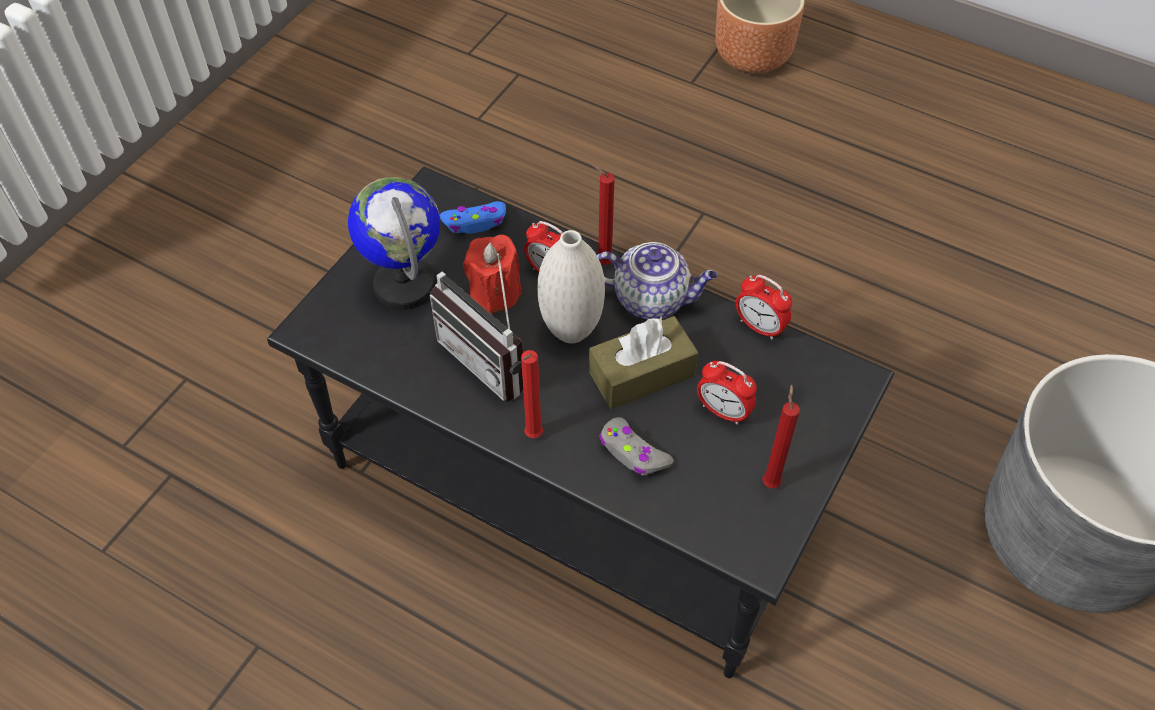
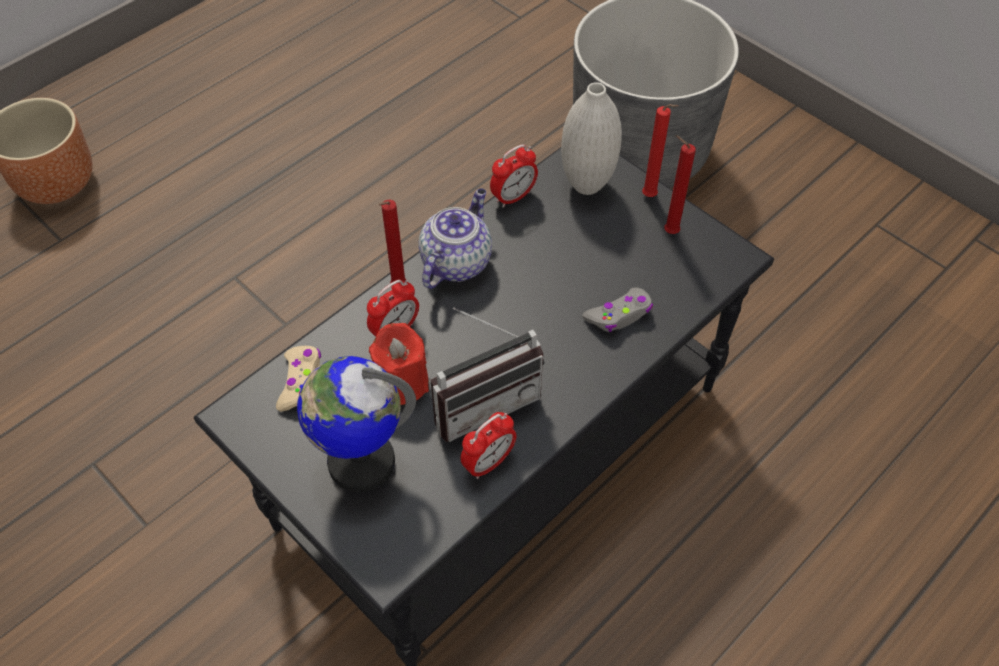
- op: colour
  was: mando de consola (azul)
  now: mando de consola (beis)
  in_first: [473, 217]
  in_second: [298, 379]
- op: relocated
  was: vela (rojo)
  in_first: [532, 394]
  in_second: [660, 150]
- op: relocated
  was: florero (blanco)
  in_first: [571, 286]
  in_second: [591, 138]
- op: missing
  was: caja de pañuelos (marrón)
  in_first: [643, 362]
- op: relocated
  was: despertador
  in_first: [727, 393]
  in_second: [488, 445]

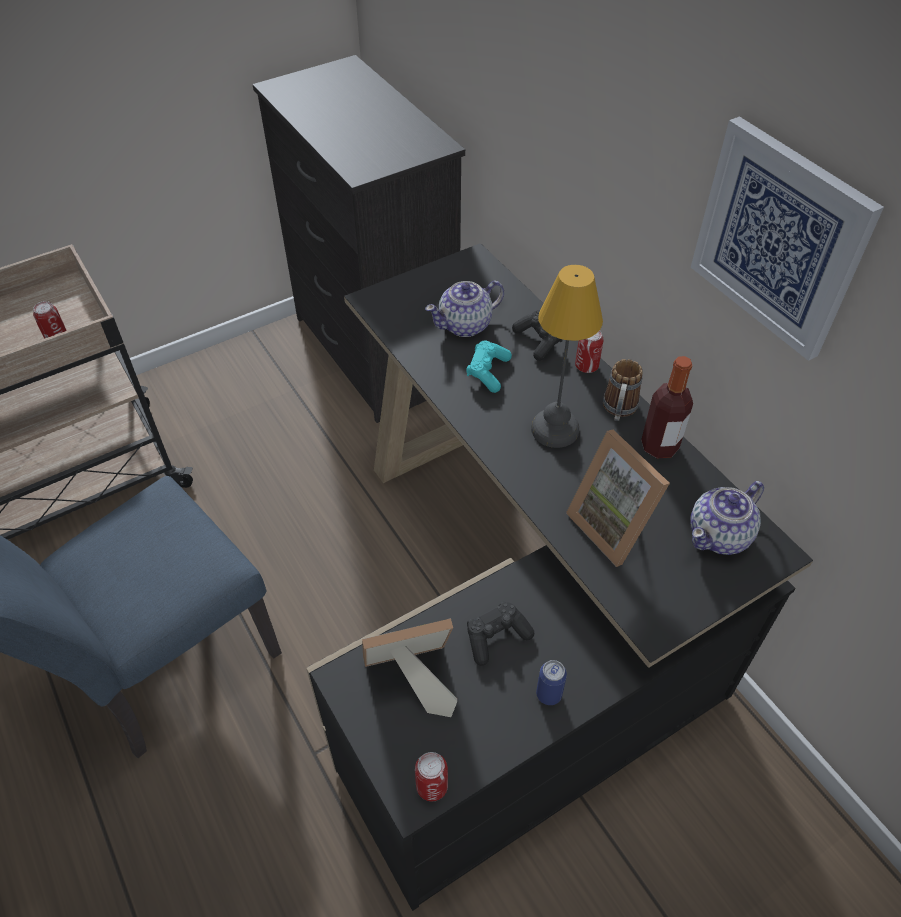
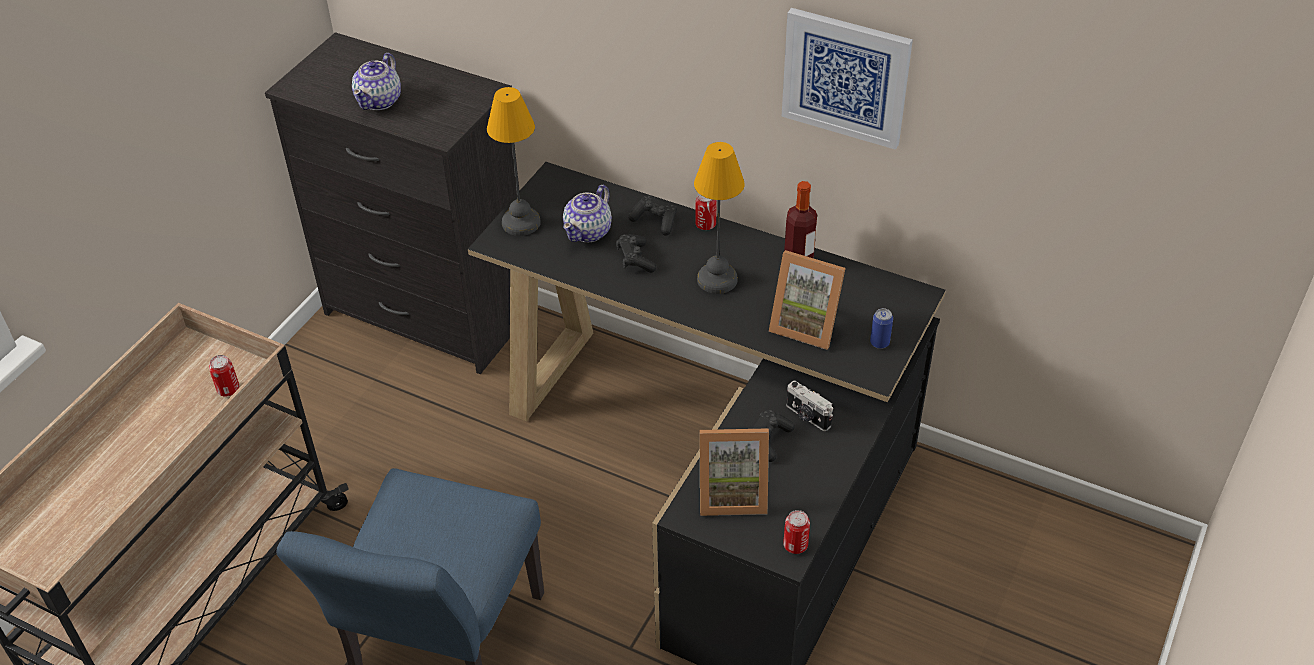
- op: spun
  was: portarretratos
  in_first: [409, 667]
  in_second: [734, 472]
  clockwise: -135
- op: colour
  was: mando de consola (turquesa)
  now: mando de consola (negro)
  in_first: [489, 366]
  in_second: [636, 253]
- op: relocated
  was: lata
  in_first: [551, 682]
  in_second: [881, 328]
- op: missing
  was: taza grande
  in_first: [622, 390]
- op: relocated
  was: tetera
  in_first: [727, 518]
  in_second: [376, 81]
- op: appeared
  now: lámpara de mesa
  in_second: [514, 161]
- op: appeared
  now: cámara
  in_second: [809, 406]

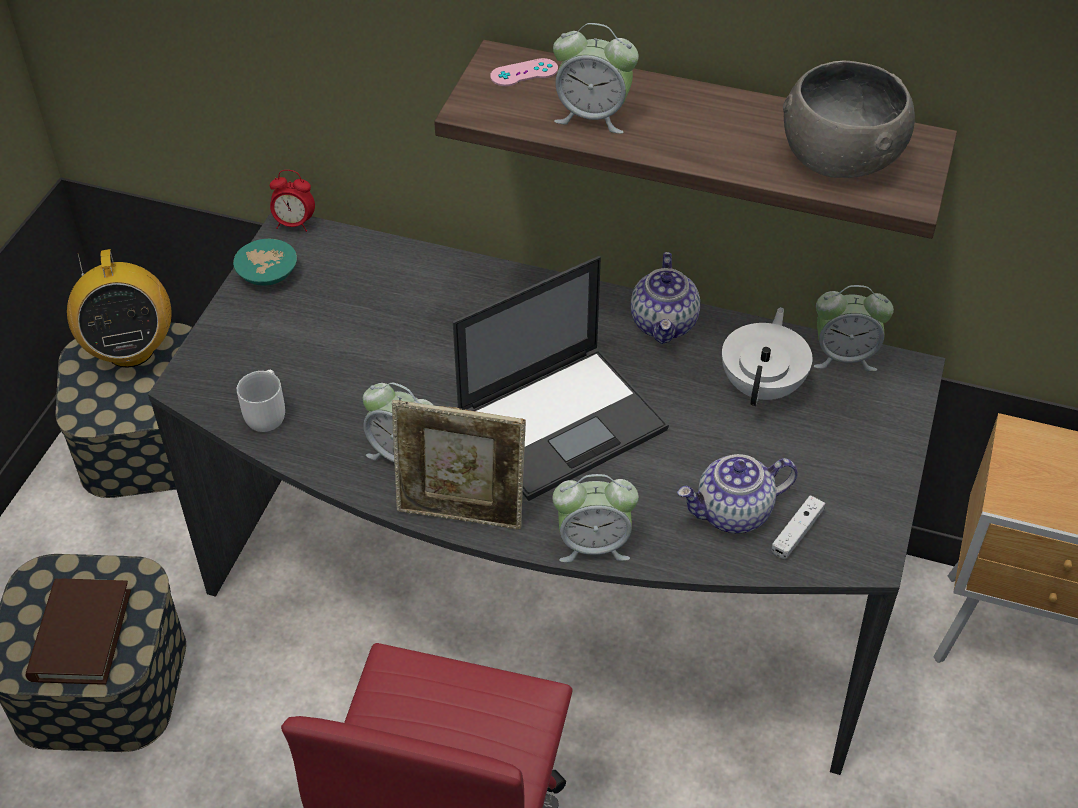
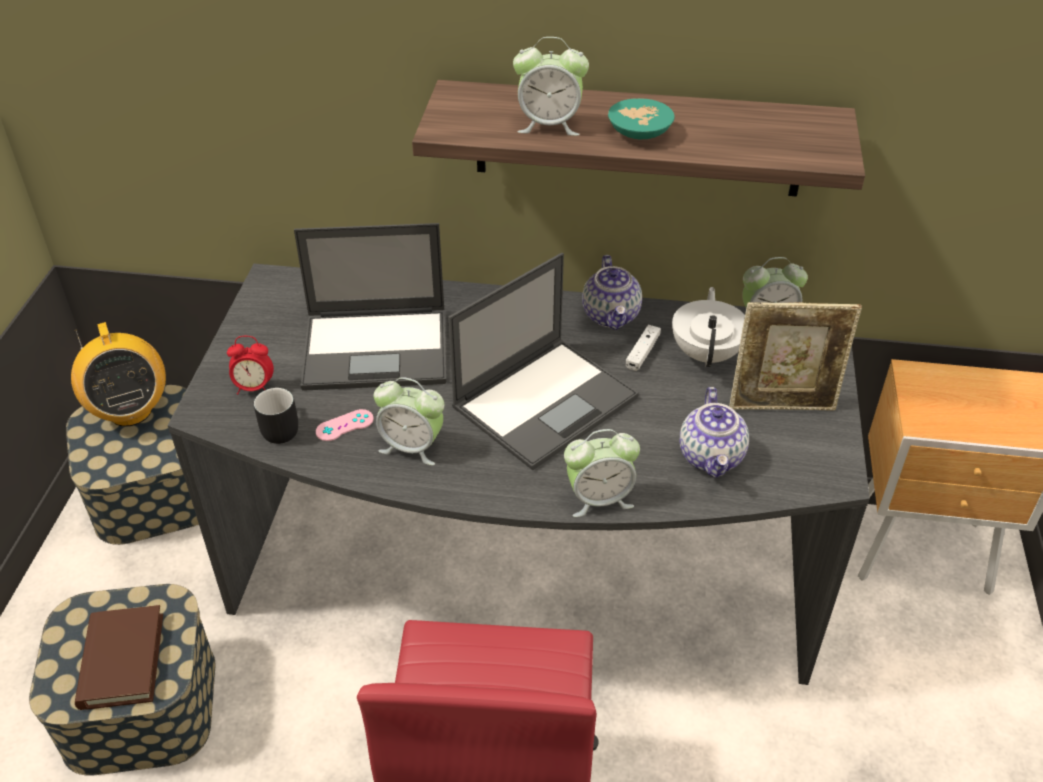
- op: relocated
  was: cuenco (turquesa)
  in_first: [265, 262]
  in_second: [641, 118]
- op: colour
  was: taza grande (blanco)
  now: taza grande (negro)
  in_first: [261, 401]
  in_second: [275, 416]
- op: relocated
  was: despertador
  in_first: [292, 201]
  in_second: [250, 365]
- op: relocated
  was: portarretratos
  in_first: [459, 465]
  in_second: [795, 356]
- op: relocated
  was: mando de consola (rosa)
  in_first: [524, 72]
  in_second: [345, 425]
- op: spun
  was: tetera
  in_first: [737, 493]
  in_second: [714, 432]
  clockwise: -60
- op: relocated
  was: mando de consola (blanco)
  in_first: [798, 527]
  in_second: [643, 348]
- op: missing
  was: cuenco (gris)
  in_first: [849, 119]
- op: appeared
  now: portátil
  in_second: [370, 307]

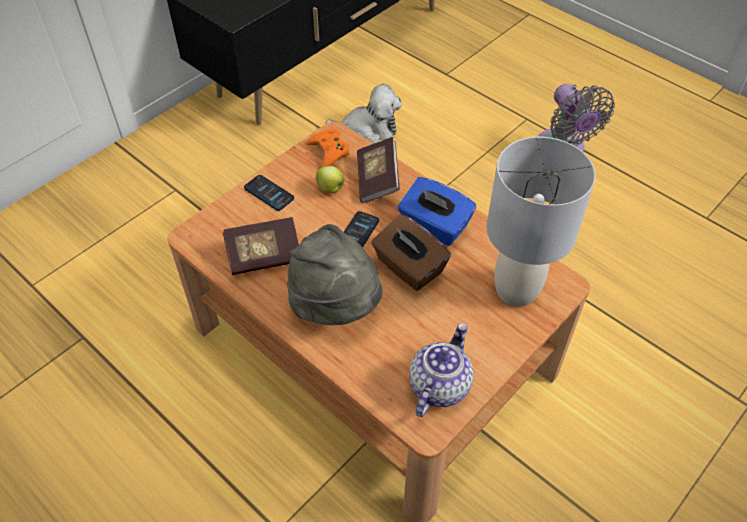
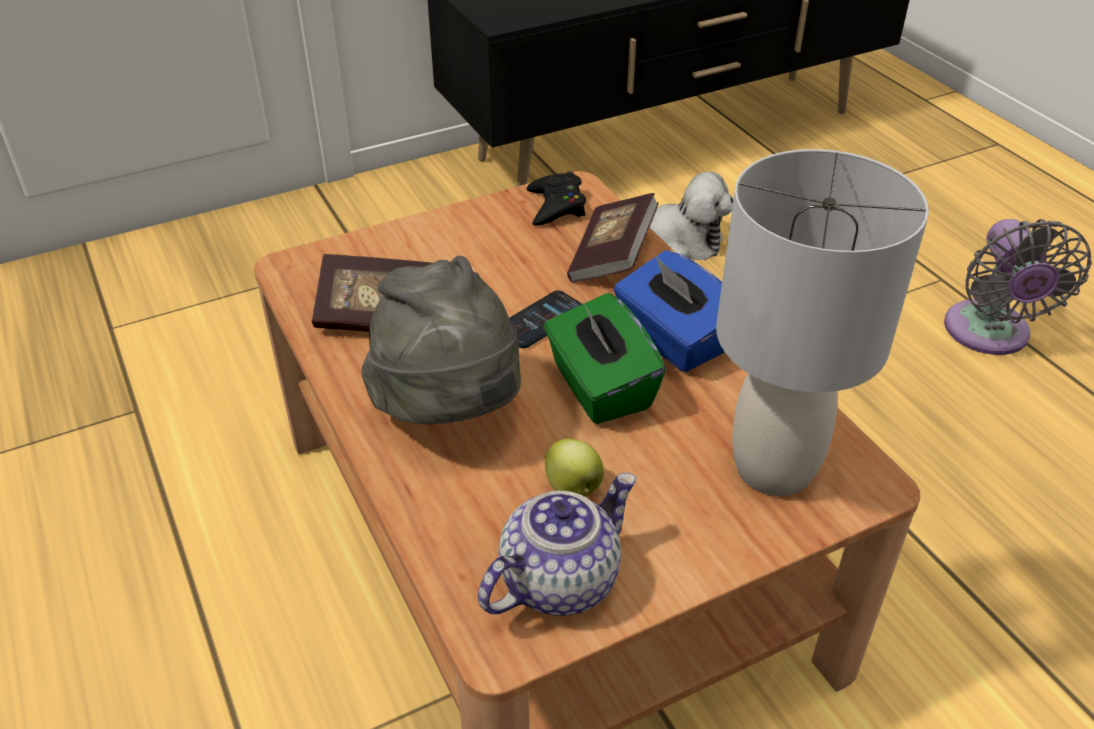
- op: missing
  was: móvil
  in_first: [269, 193]
- op: colour
  was: mando de consola (naranja)
  now: mando de consola (negro)
  in_first: [327, 148]
  in_second: [556, 199]
- op: relocated
  was: manzana
  in_first: [330, 179]
  in_second: [574, 467]
- op: colour
  was: caja de pañuelos (marrón)
  now: caja de pañuelos (verde)
  in_first: [411, 252]
  in_second: [605, 358]

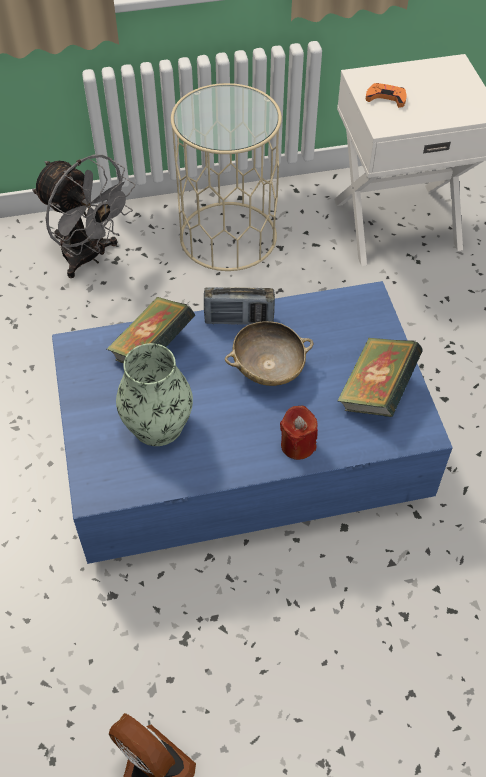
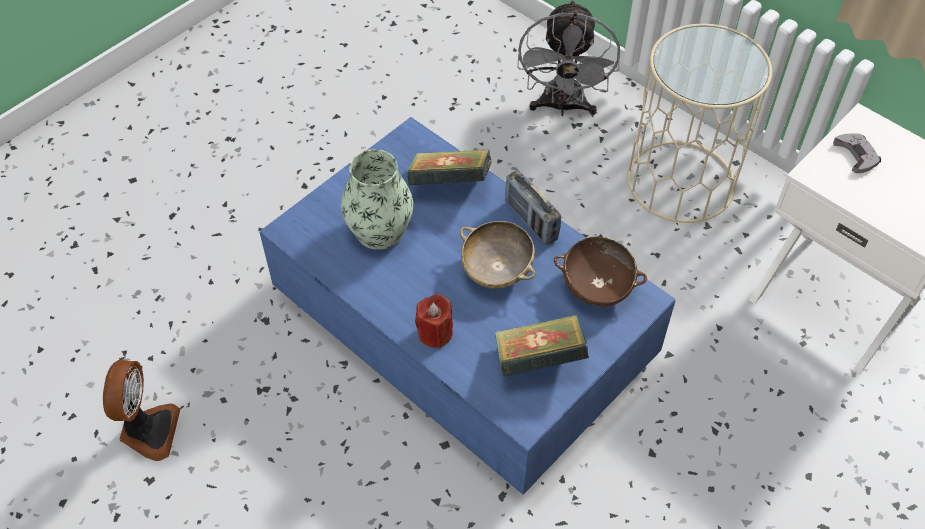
- op: colour
  was: mando de consola (naranja)
  now: mando de consola (gris)
  in_first: [386, 95]
  in_second: [857, 153]
- op: appeared
  now: cuenco (marrón)
  in_second: [600, 271]

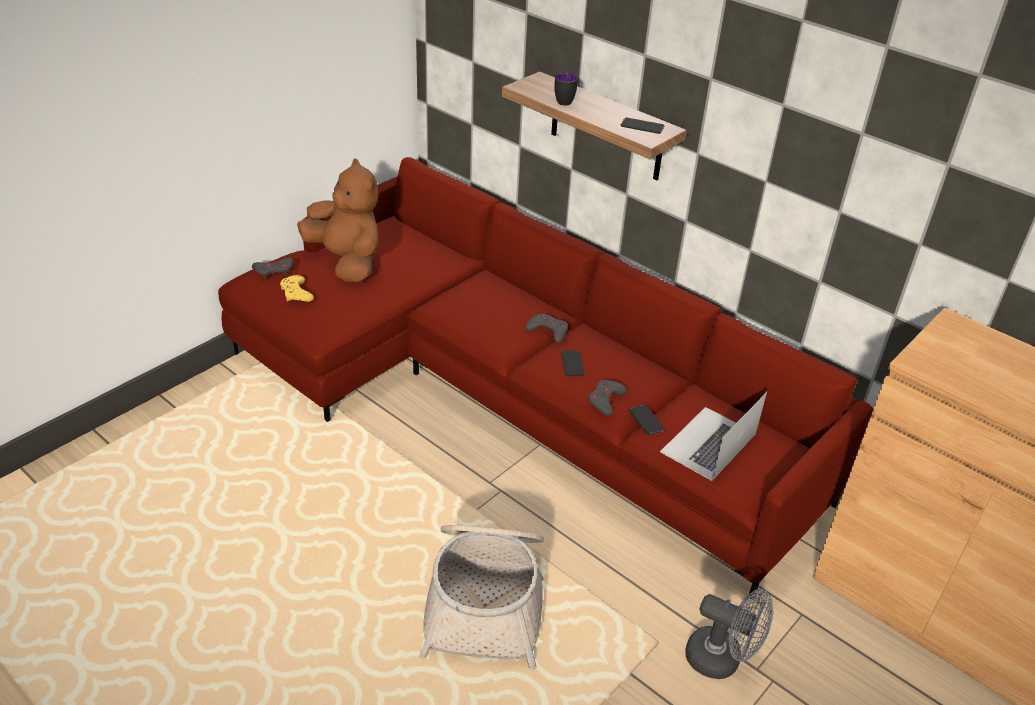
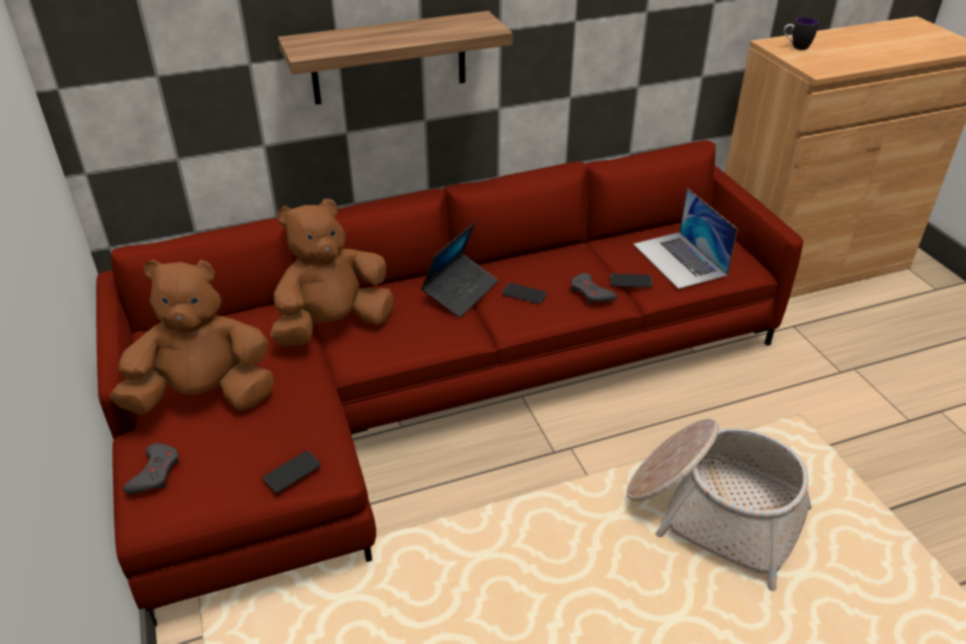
- op: missing
  was: mando de consola (amarillo)
  in_first: [297, 288]
- op: exchanged
  was: mando de consola (gris)
  now: portátil
  in_first: [546, 328]
  in_second: [459, 270]
- op: relocated
  was: taza grande
  in_first: [565, 89]
  in_second: [801, 33]
- op: relocated
  was: móvil
  in_first: [642, 126]
  in_second: [292, 472]
- op: missing
  was: ventilador (gris)
  in_first: [729, 634]
- op: appeared
  now: peluche (marrón)
  in_second: [332, 272]

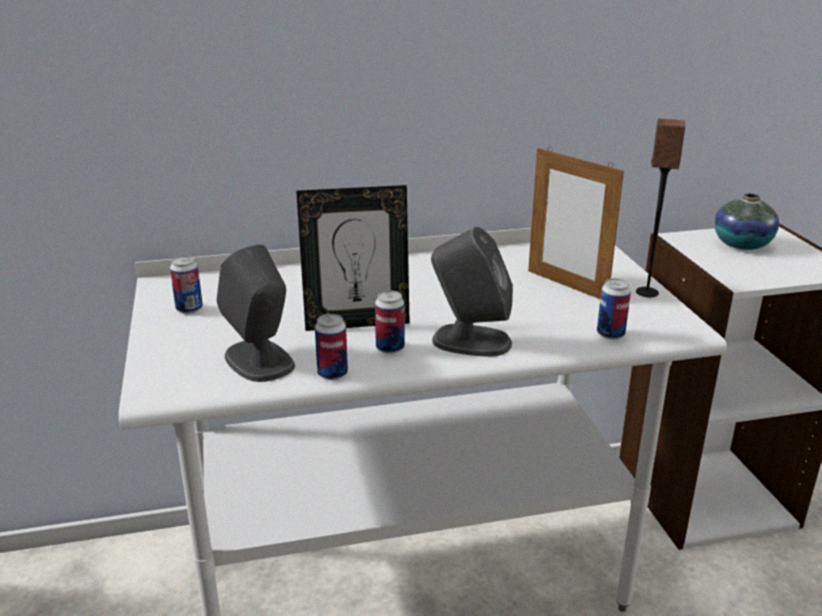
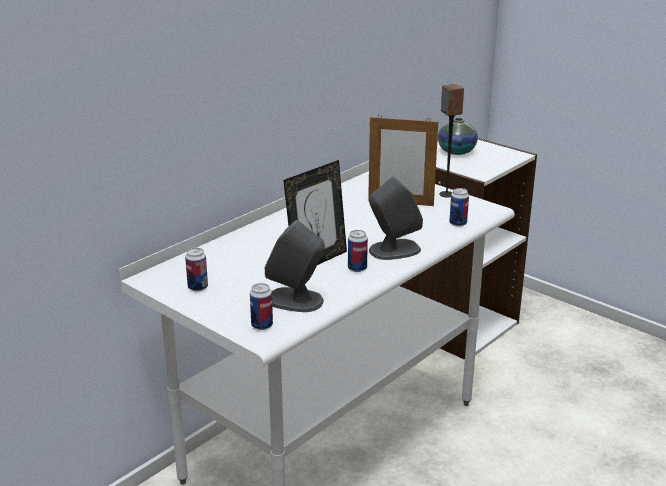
- op: relocated
  was: lata
  in_first: [331, 347]
  in_second: [261, 306]

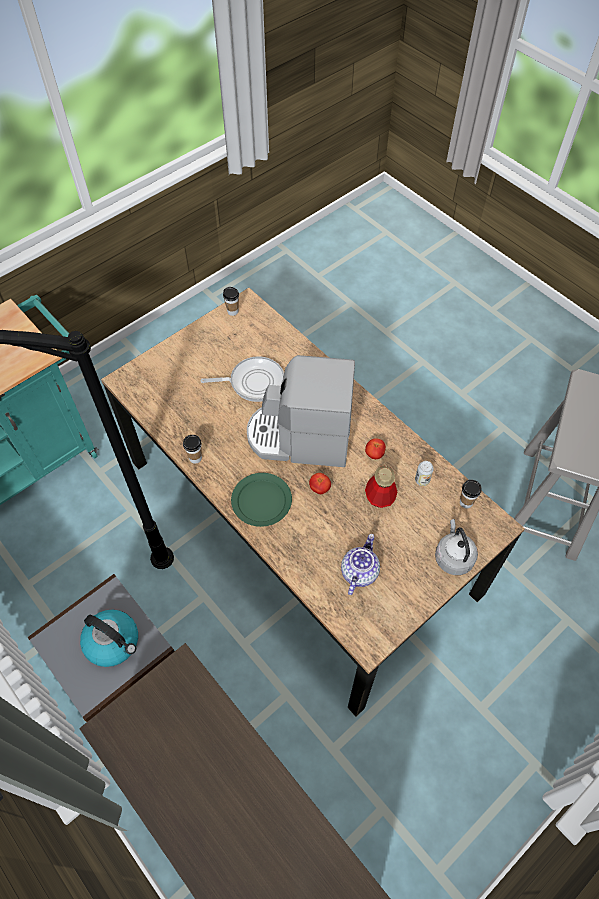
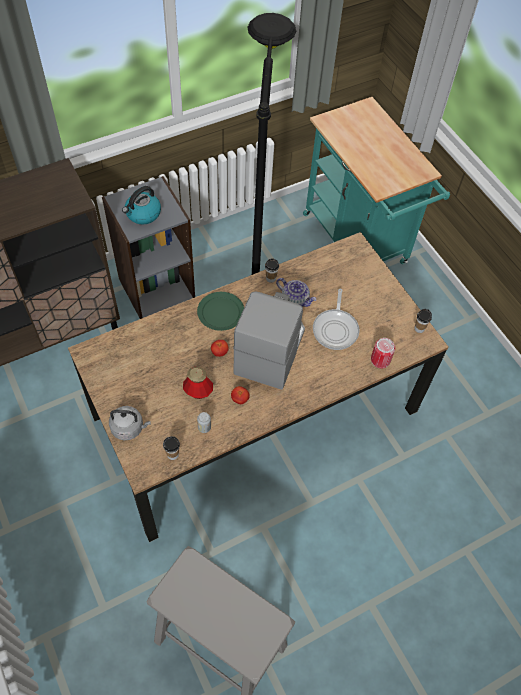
- op: relocated
  was: tetera
  in_first: [360, 564]
  in_second: [296, 292]
- op: appeared
  now: lata
  in_second: [383, 353]

